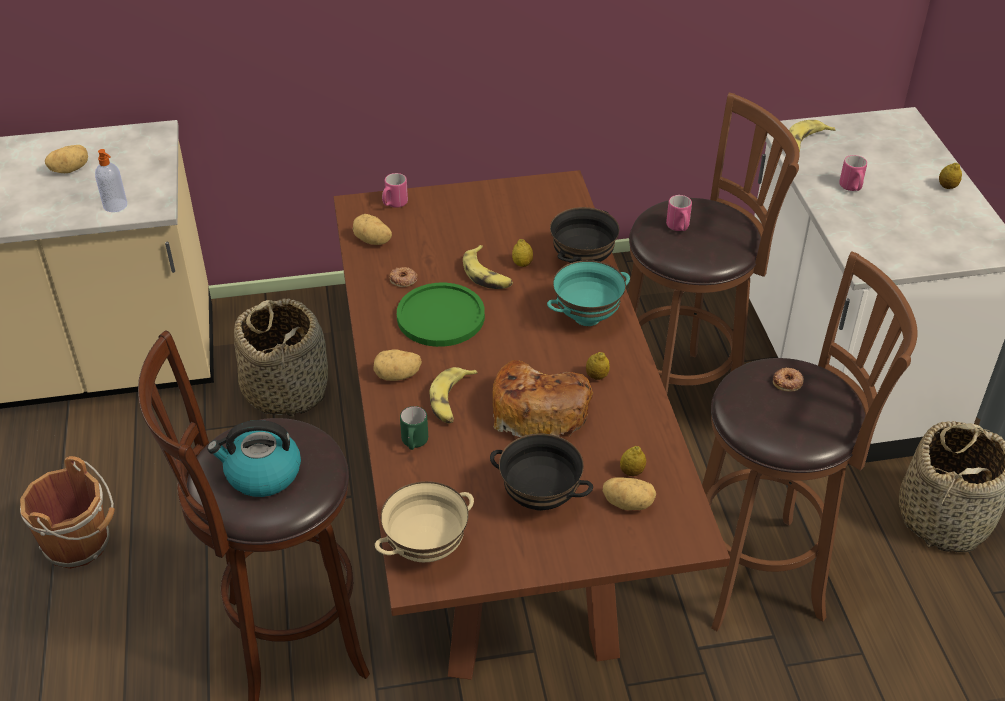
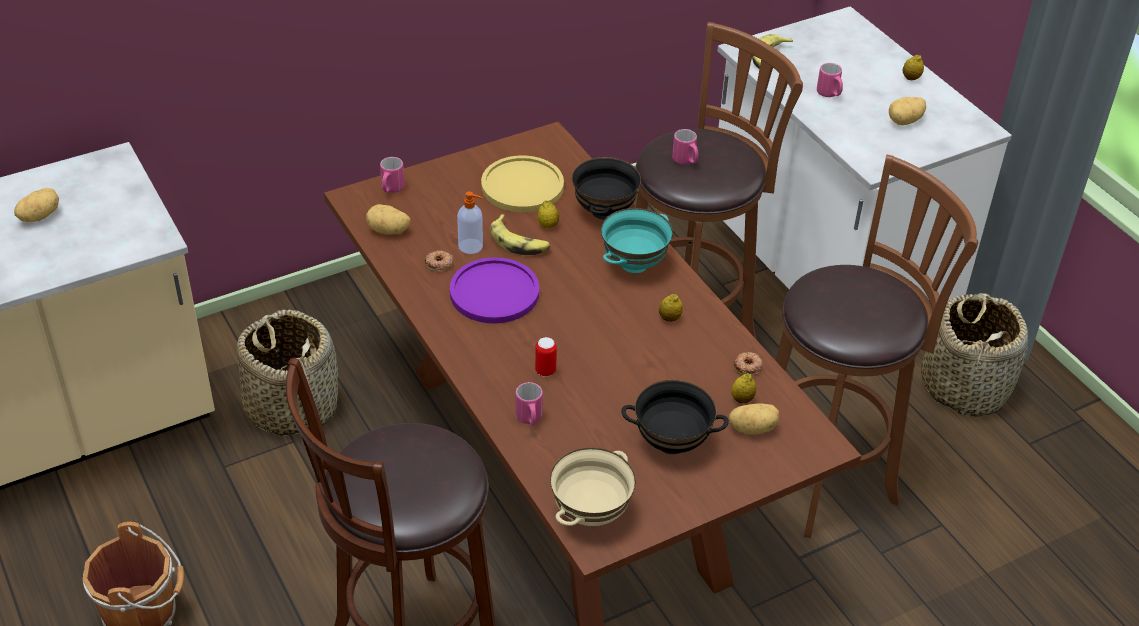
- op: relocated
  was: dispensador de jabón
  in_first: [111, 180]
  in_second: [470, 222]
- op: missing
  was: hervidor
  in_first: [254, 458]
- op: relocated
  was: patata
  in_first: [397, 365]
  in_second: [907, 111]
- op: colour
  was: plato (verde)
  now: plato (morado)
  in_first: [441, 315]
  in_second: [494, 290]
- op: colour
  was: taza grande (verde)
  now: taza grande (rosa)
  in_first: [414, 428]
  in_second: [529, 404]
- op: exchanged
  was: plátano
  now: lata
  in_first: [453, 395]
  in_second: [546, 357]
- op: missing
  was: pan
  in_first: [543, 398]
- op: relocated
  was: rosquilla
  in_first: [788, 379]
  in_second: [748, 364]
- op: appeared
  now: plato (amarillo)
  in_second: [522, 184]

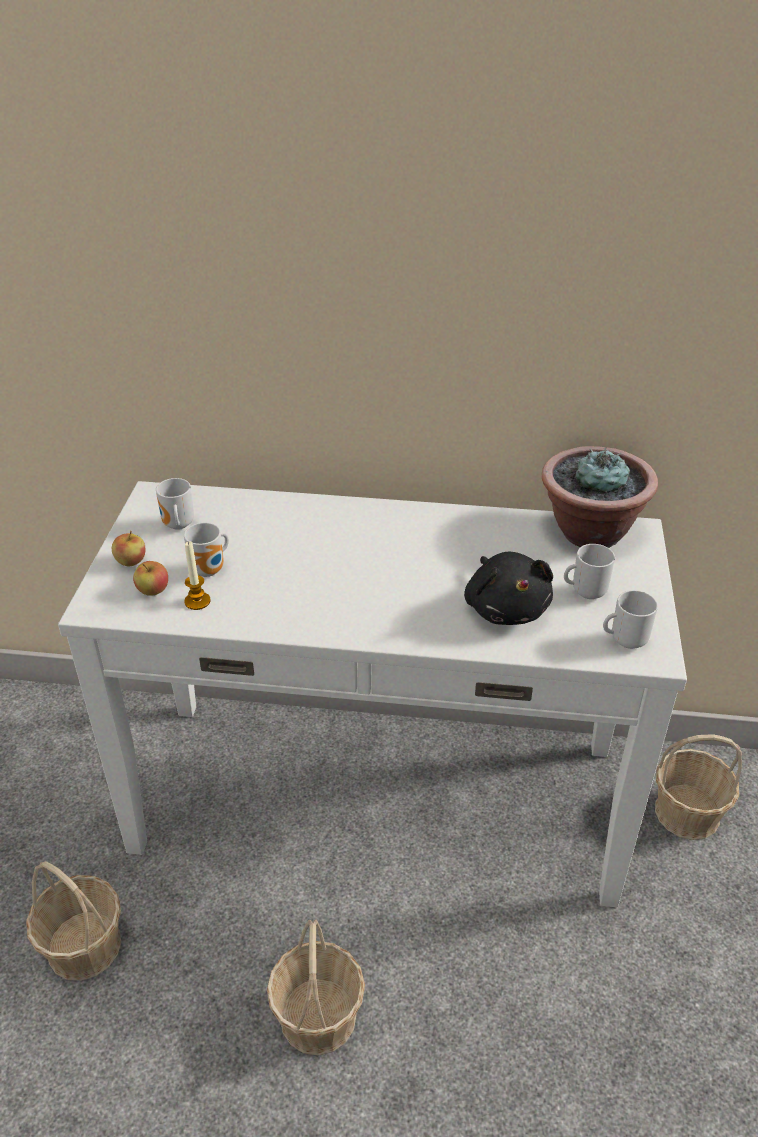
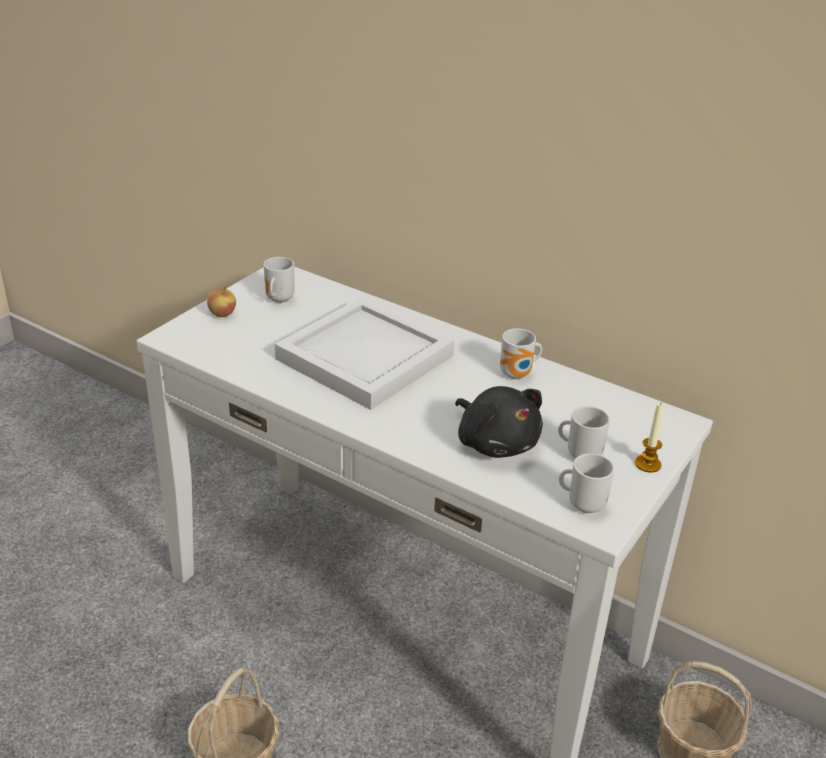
- op: missing
  was: cesta
  in_first: [73, 921]
- op: missing
  was: manzana
  in_first: [150, 578]
- op: relocated
  was: taza grande
  in_first: [206, 550]
  in_second: [521, 353]
- op: relocated
  was: vela
  in_first: [197, 575]
  in_second: [650, 438]
- op: spun
  was: peluche (negro)
  in_first: [508, 588]
  in_second: [499, 422]
  clockwise: -45
- op: missing
  was: planta en maceta
  in_first: [600, 497]
- op: appeared
  now: bandeja (blanco)
  in_second: [365, 353]

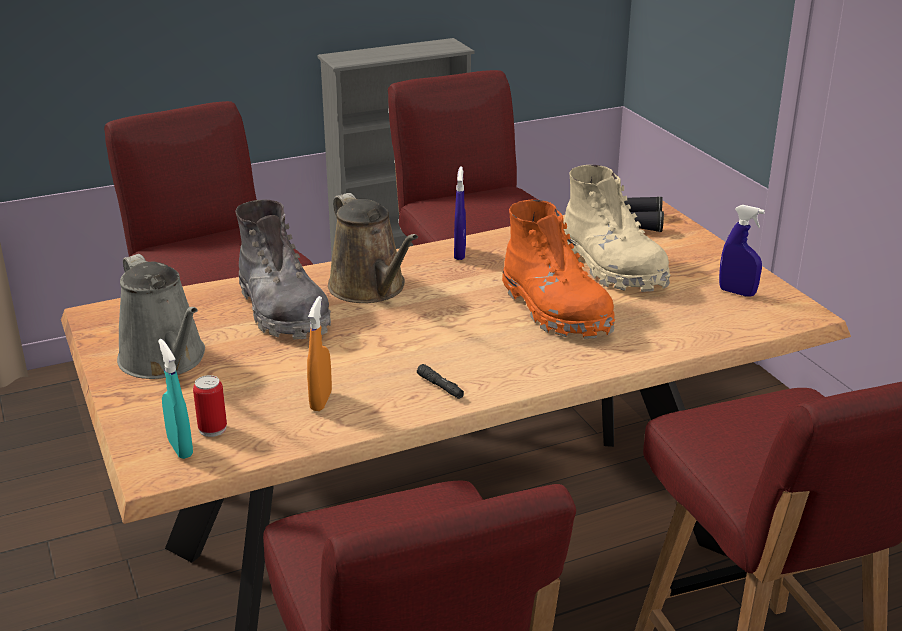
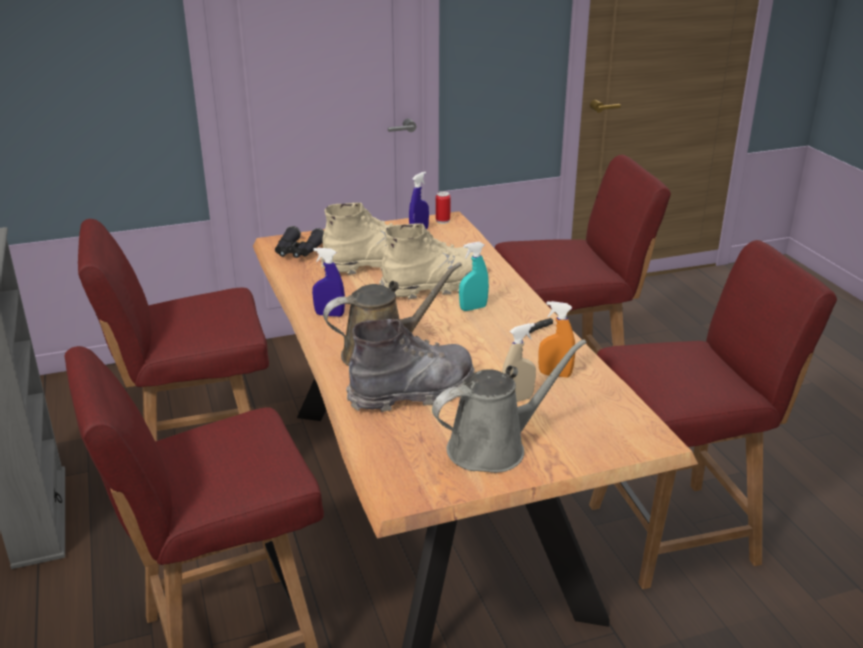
- op: relocated
  was: pulverizador (turquesa)
  in_first: [175, 399]
  in_second: [474, 276]
- op: relocated
  was: lata
  in_first: [210, 406]
  in_second: [443, 207]
- op: colour
  was: bota (naranja)
  now: bota (beis)
  in_first: [558, 269]
  in_second: [426, 261]
- op: appeared
  now: pulverizador (beis)
  in_second: [519, 362]

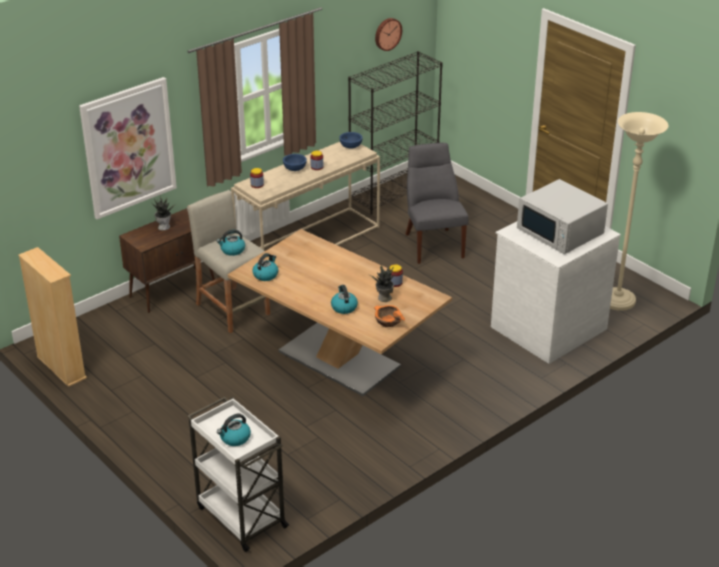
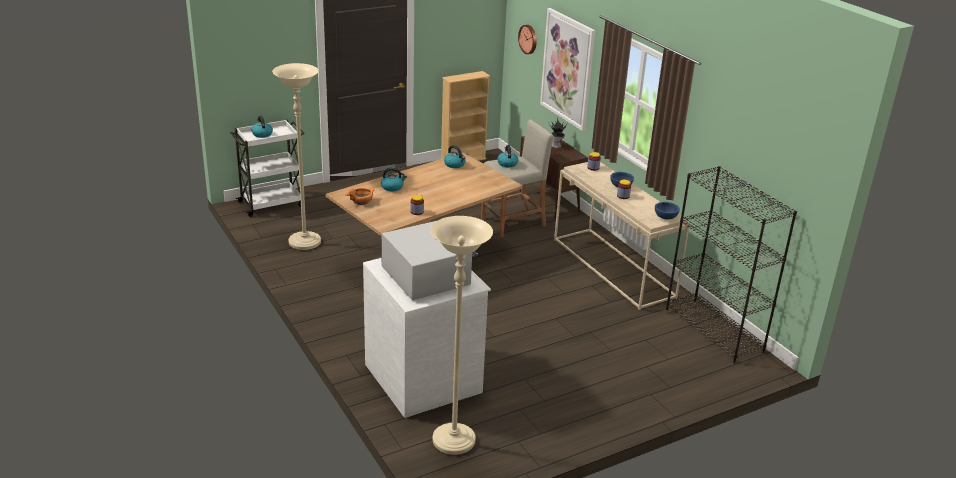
- op: missing
  was: planta en maceta
  in_first: [382, 283]
- op: relocated
  was: reloj de pared
  in_first: [388, 34]
  in_second: [527, 39]
- op: missing
  was: silla (gris)
  in_first: [437, 203]
- op: spun
  was: microondas (blanco)
  in_first: [562, 216]
  in_second: [426, 260]
  clockwise: 90
- op: appeared
  now: lámpara de pie (beis)
  in_second: [296, 156]

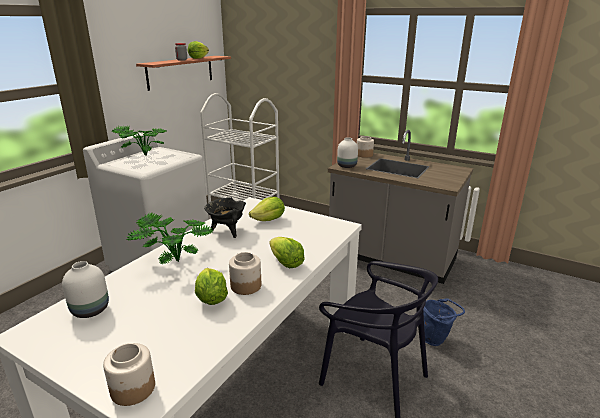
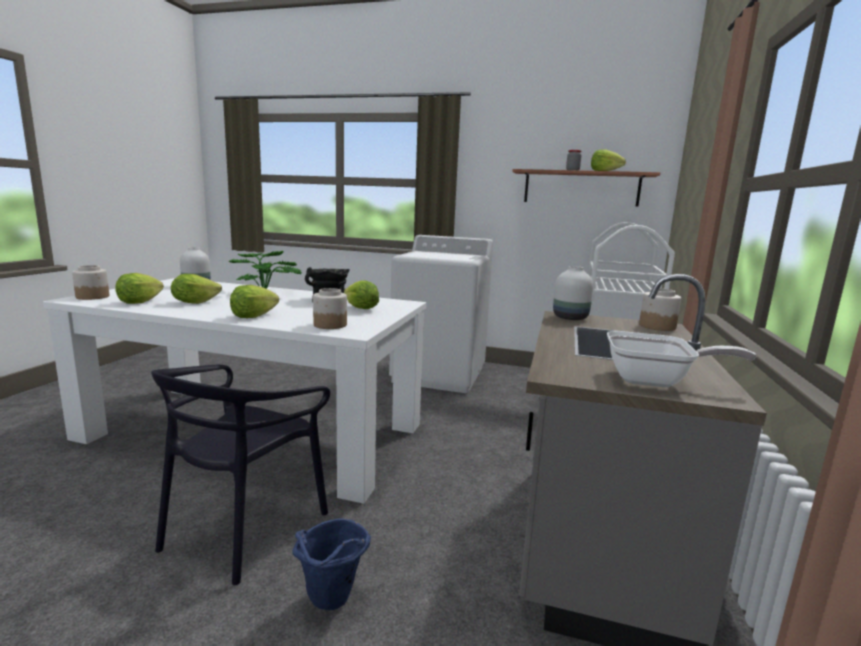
- op: missing
  was: planta en maceta
  in_first: [139, 141]
- op: relocated
  was: tarro
  in_first: [245, 273]
  in_second: [330, 308]
- op: appeared
  now: lechuga
  in_second: [139, 288]
- op: appeared
  now: sartén
  in_second: [681, 359]

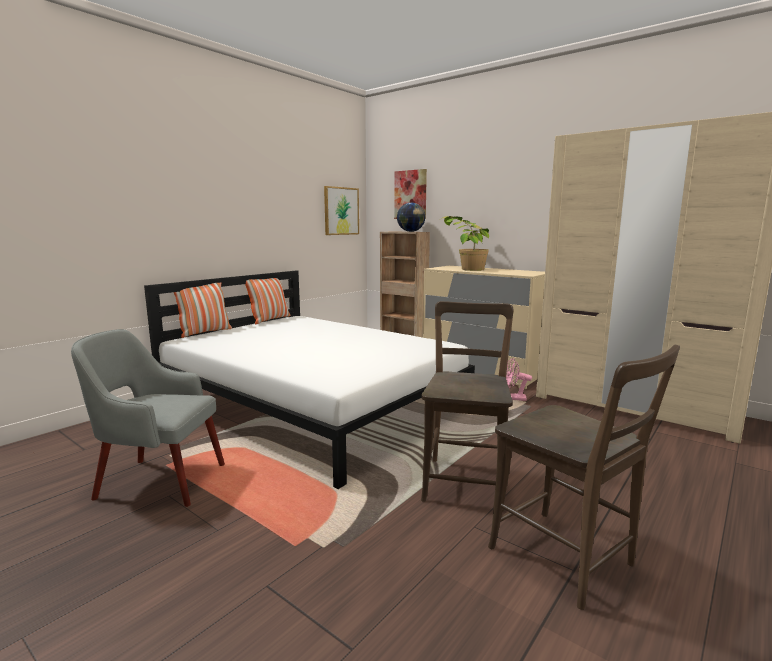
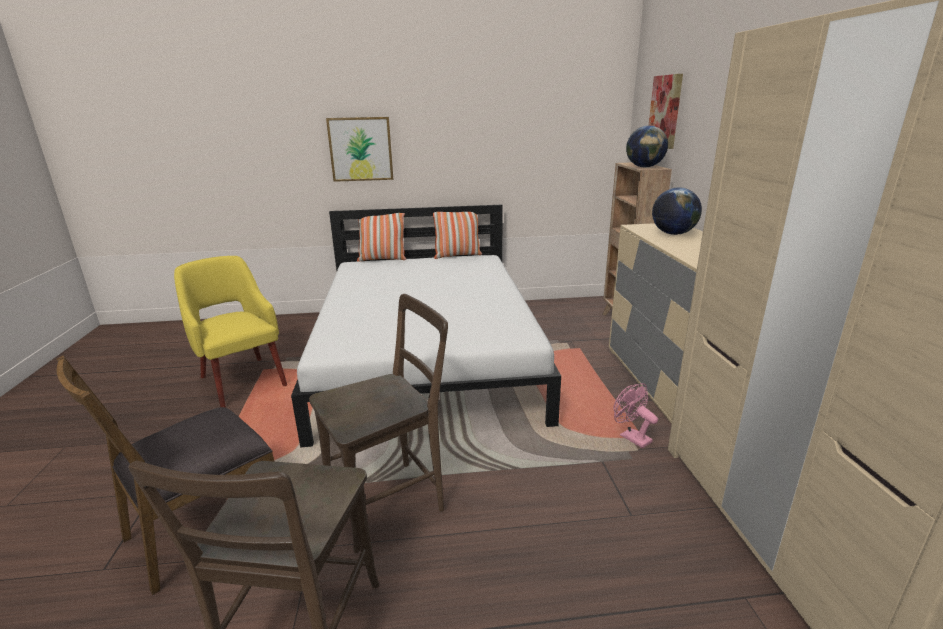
- op: colour
  was: sillón (gris)
  now: sillón (amarillo)
  in_first: [148, 418]
  in_second: [230, 331]
- op: relocated
  was: cuadro
  in_first: [341, 210]
  in_second: [359, 149]
- op: exchanged
  was: planta en maceta
  now: globo terráqueo
  in_first: [465, 243]
  in_second: [677, 211]
- op: appeared
  now: silla (marrón)
  in_second: [165, 475]

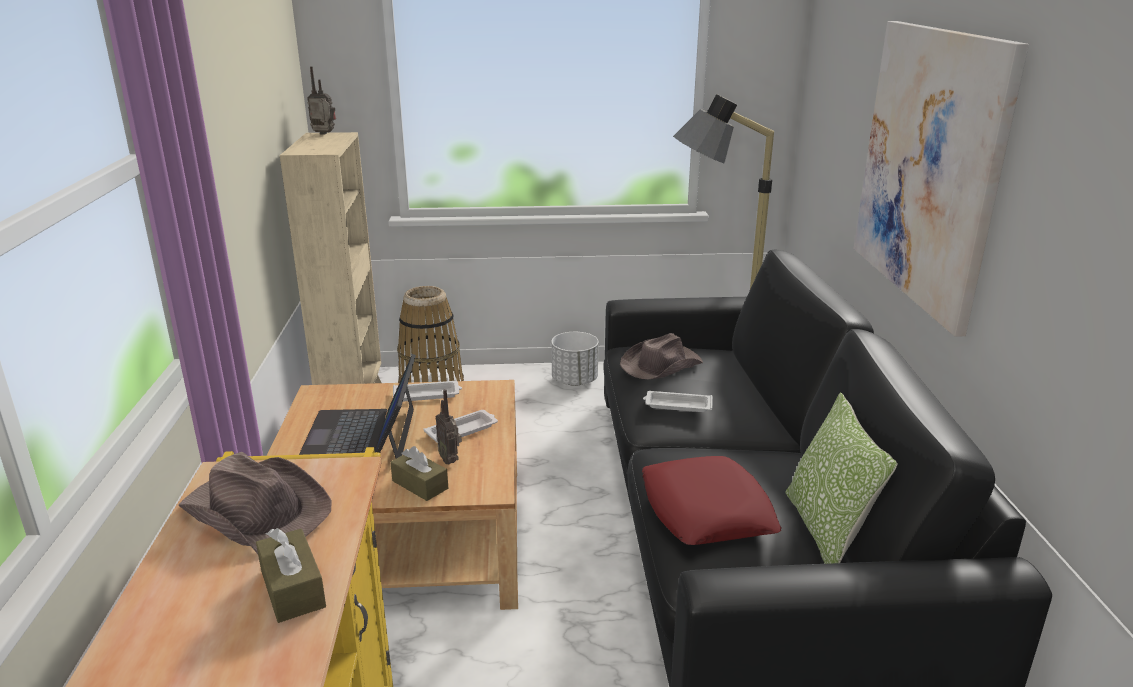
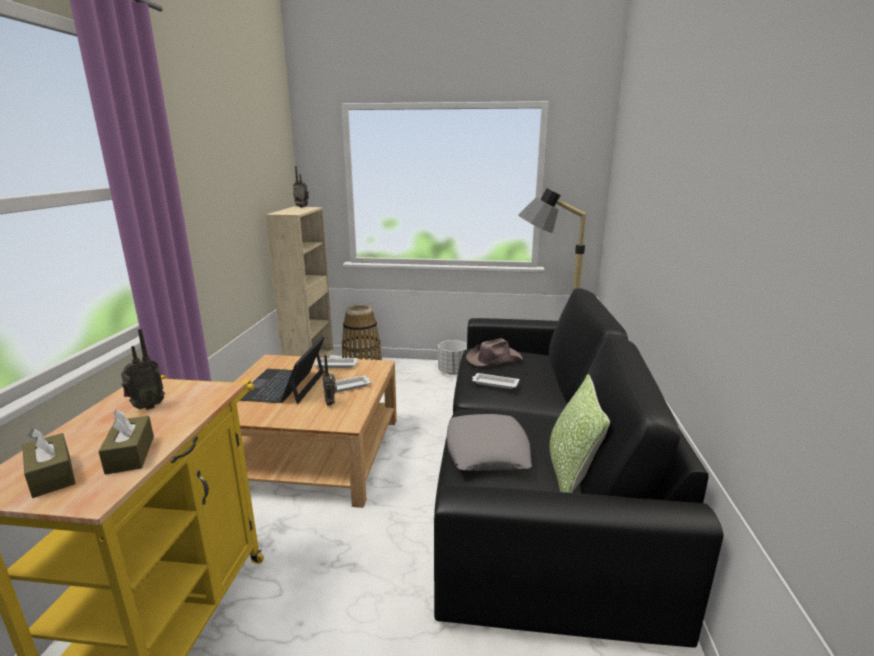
- op: exchanged
  was: sombrero (marrón)
  now: radio
  in_first: [255, 503]
  in_second: [143, 369]
- op: relocated
  was: caja de pañuelos (marrón)
  in_first: [419, 473]
  in_second: [49, 463]
- op: colour
  was: cojín (rojo)
  now: cojín (gris)
  in_first: [712, 500]
  in_second: [489, 442]
- op: missing
  was: cuadro
  in_first: [941, 179]

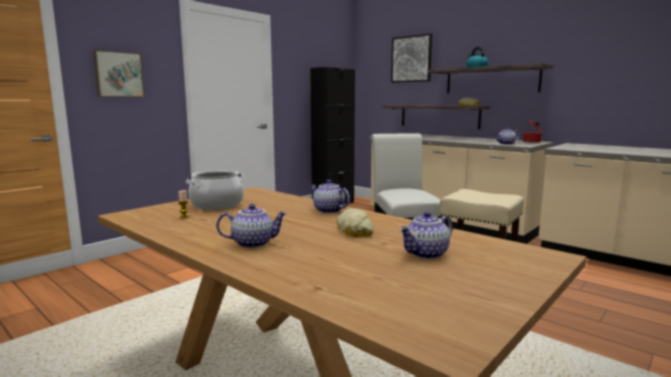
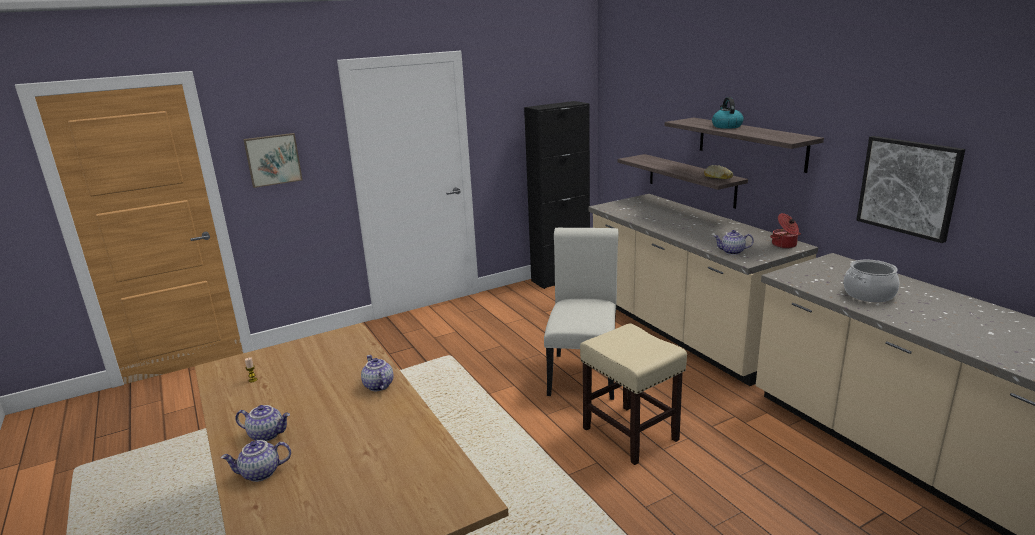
- op: relocated
  was: olla
  in_first: [215, 190]
  in_second: [871, 281]
- op: missing
  was: pan
  in_first: [355, 223]
- op: relocated
  was: cuadro
  in_first: [411, 58]
  in_second: [910, 189]
- op: relocated
  was: tetera
  in_first: [426, 235]
  in_second: [256, 461]

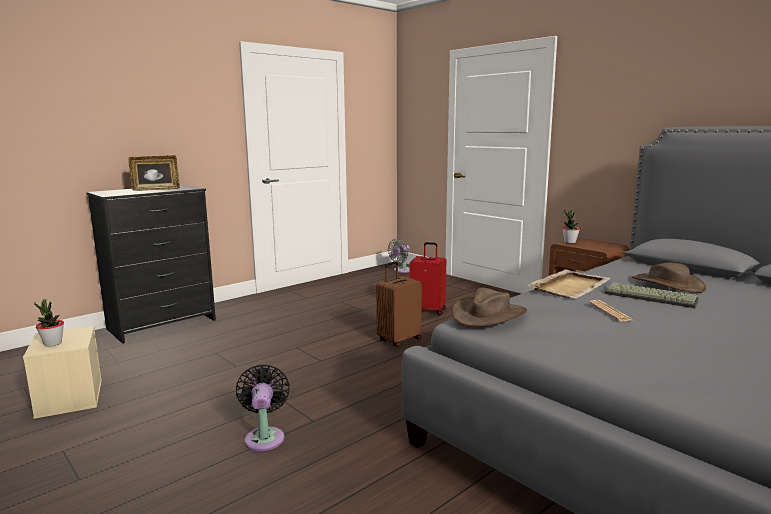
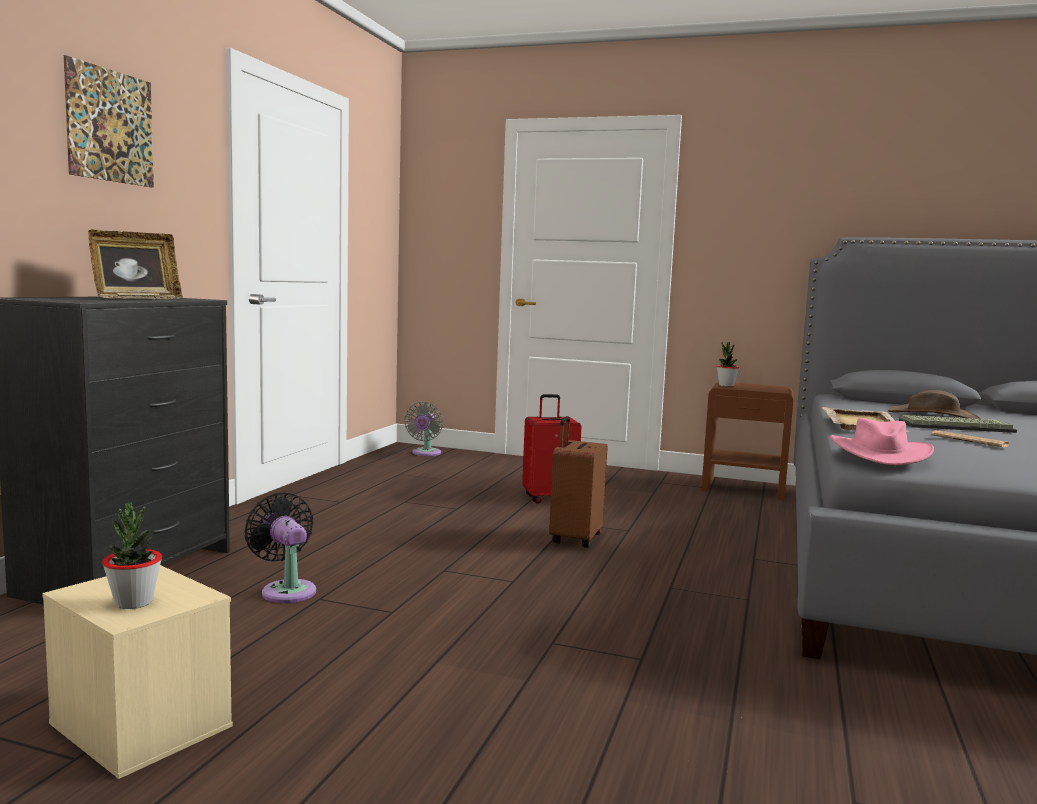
- op: relocated
  was: ventilador (negro)
  in_first: [263, 407]
  in_second: [280, 548]
- op: colour
  was: sombrero (marrón)
  now: sombrero (rosa)
  in_first: [489, 307]
  in_second: [882, 441]
- op: appeared
  now: cuadro
  in_second: [109, 121]

